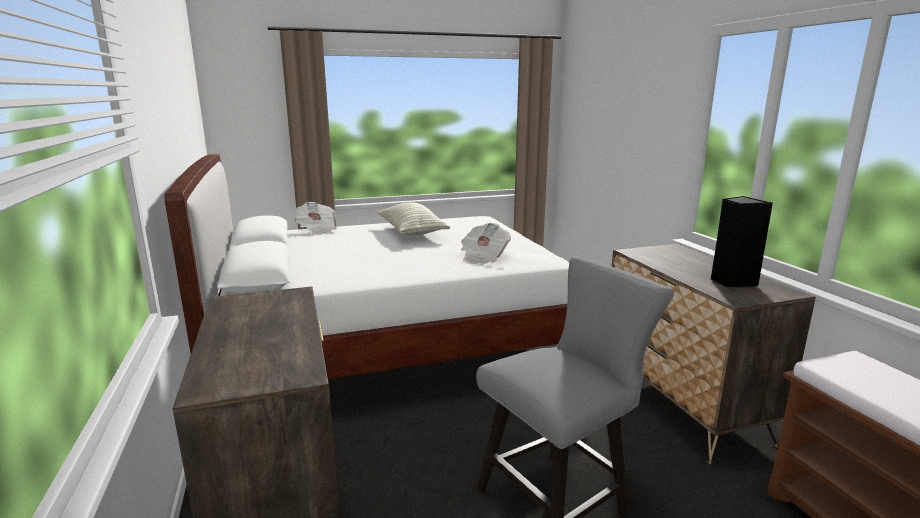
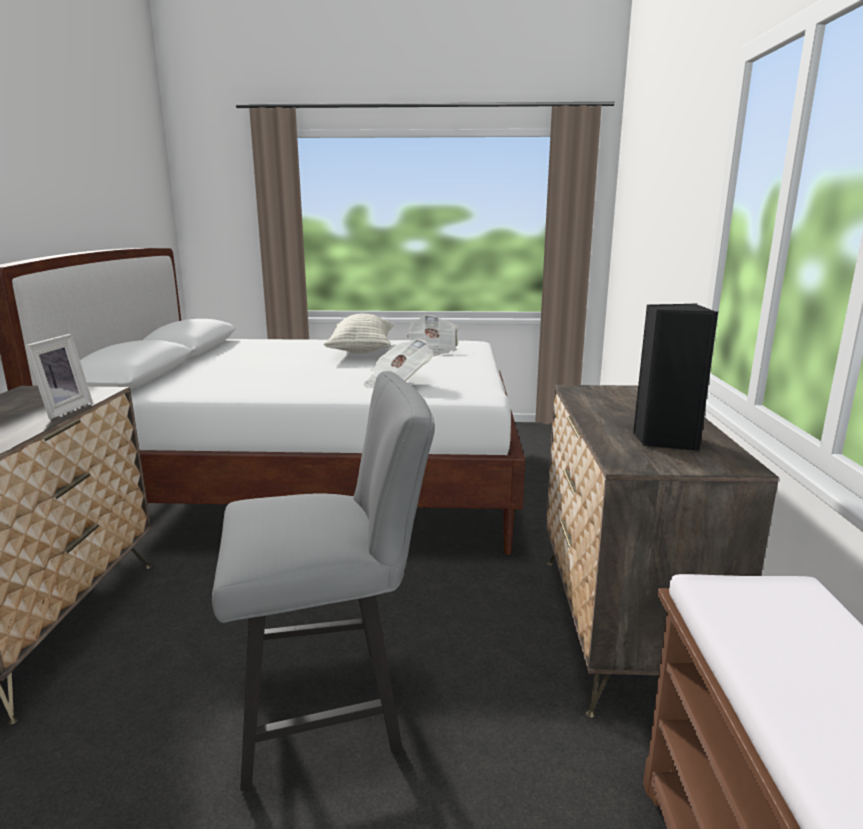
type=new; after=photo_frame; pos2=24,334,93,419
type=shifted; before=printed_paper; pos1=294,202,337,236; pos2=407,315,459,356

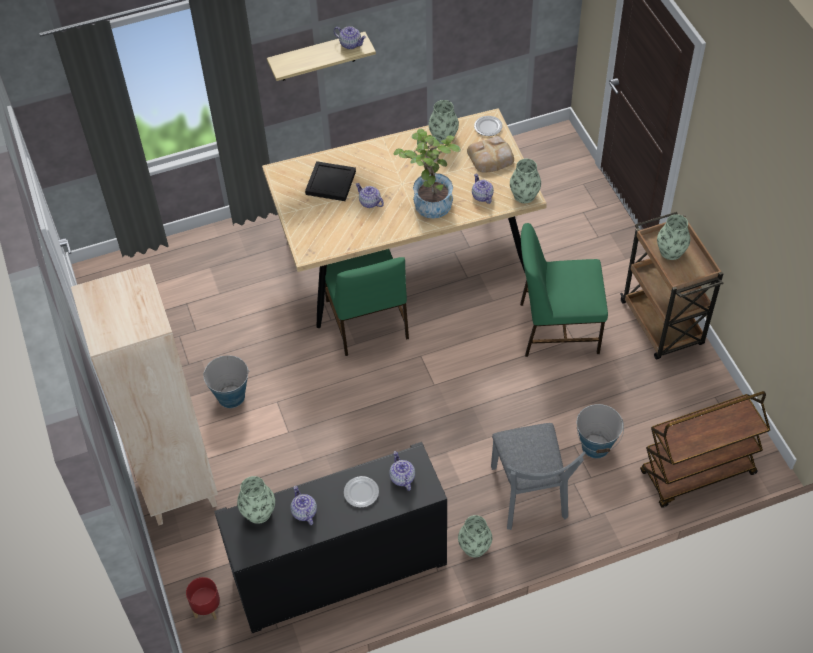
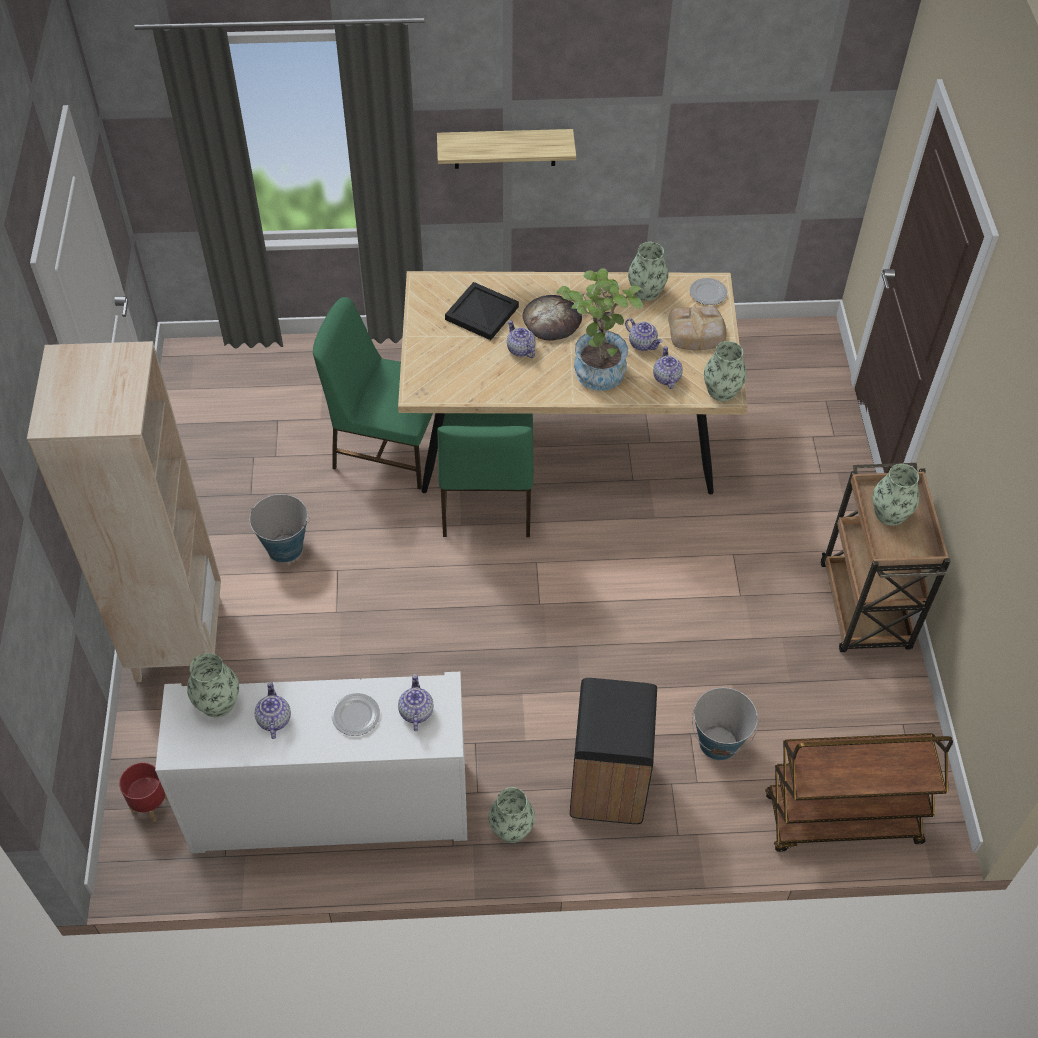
type=repainted; before=blackish_cupboard; after=whitish_cupboard; pos1=214,442,447,633; pos2=155,672,467,853
type=shifted; before=greenish_upright_chair; pos1=520,223,608,357; pos2=313,297,433,490
type=new; after=baked_bread; pos2=523,295,582,341
type=swapped; before=grey_upright_chair; after=blackish_waste_bin; pos1=491,423,586,530; pos2=570,678,657,824
type=shifted; before=tea_pot; pos1=334,26,366,49; pos2=625,318,663,351

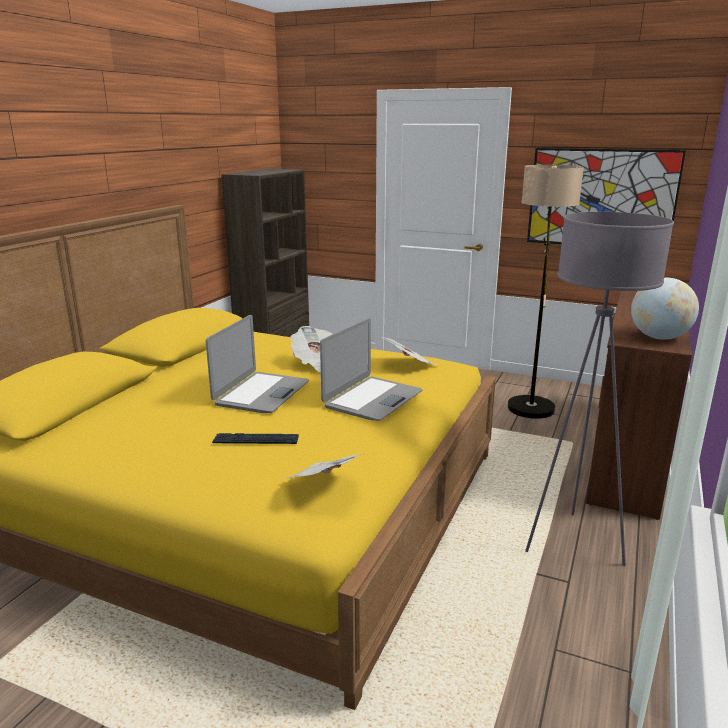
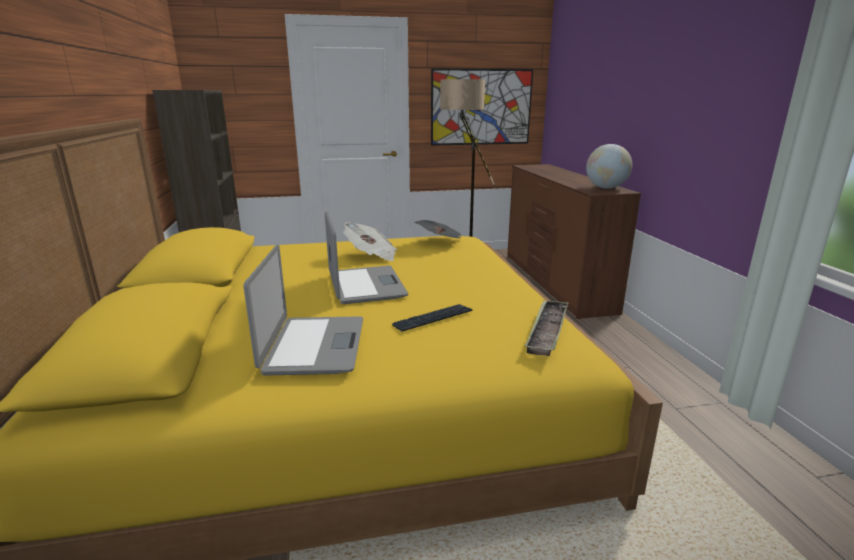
type=shifted; before=notebook_computer; pos1=320,318,423,421; pos2=243,245,363,376
type=swapped; before=printed_paper; after=serving_tray; pos1=283,453,362,479; pos2=525,301,568,356
type=gone; before=grey_floor_lamp; pos1=525,212,674,566

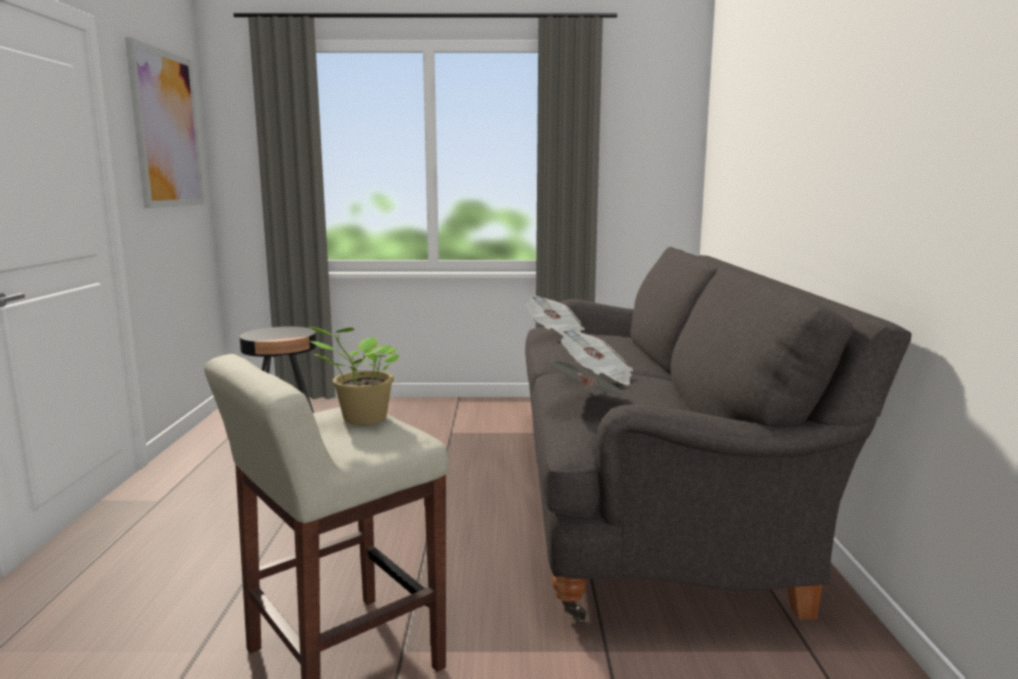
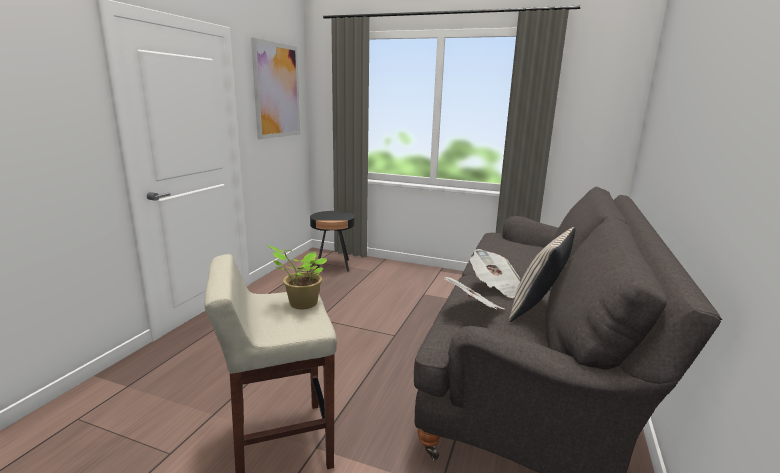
type=new; after=sand-coloured_pillow; pos2=509,227,575,322
type=gone; before=printed_paper; pos1=526,296,585,336

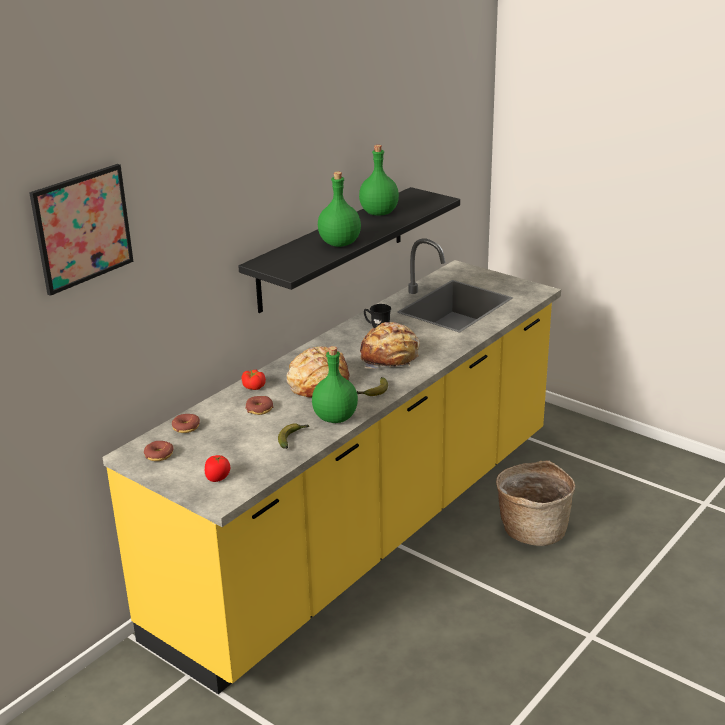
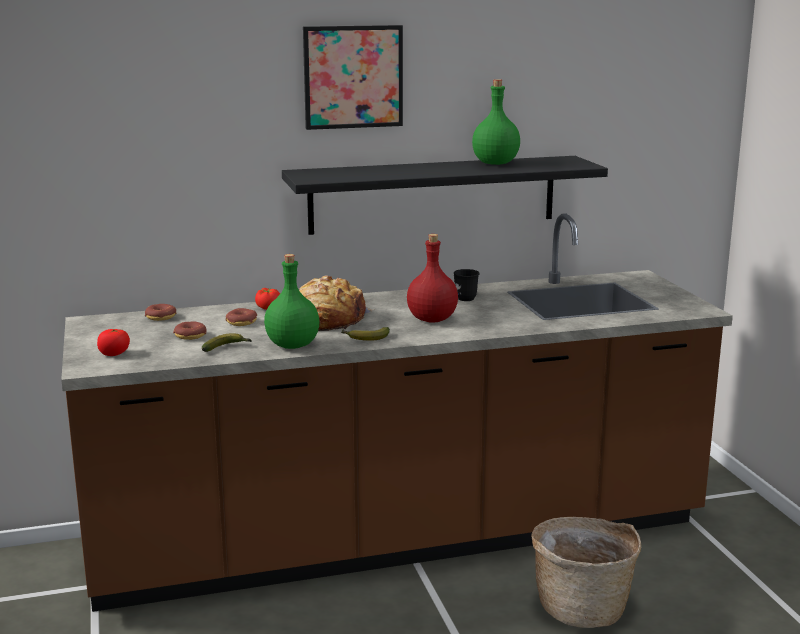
type=repainted; before=yellow-coloured_kitchen_counter; after=brownish_kitchen_counter; pos1=102,239,561,694; pos2=61,214,733,612
type=shifted; before=donut; pos1=144,441,174,461; pos2=173,322,207,340
type=shifted; before=wall_art; pos1=29,164,134,296; pos2=303,25,403,130
type=swapped; before=baked_bread; after=reddish_drink_bottle; pos1=360,322,420,369; pos2=407,234,458,322
type=gone; before=greenish_drink_bottle; pos1=318,172,361,247

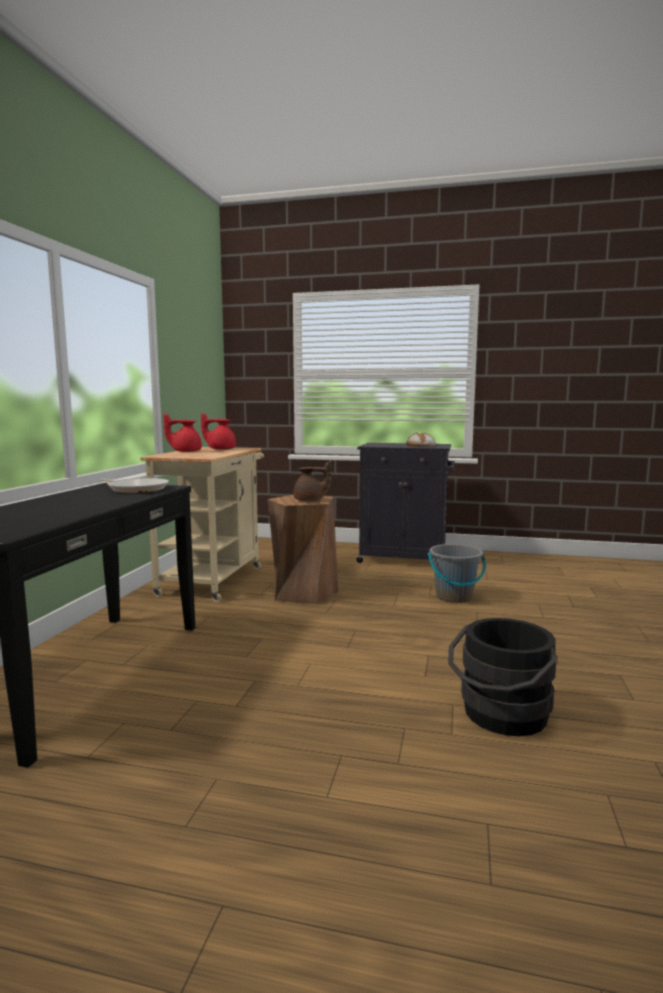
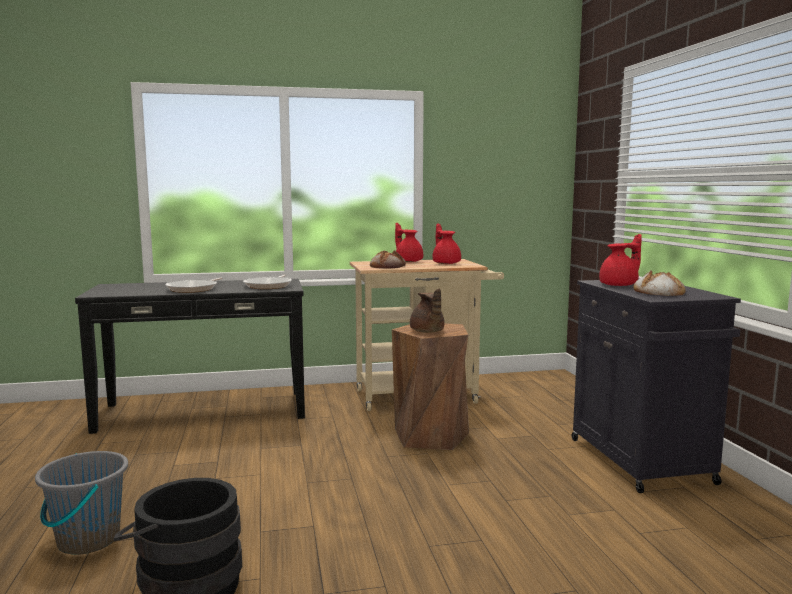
type=shifted; before=grey_water_bucket; pos1=428,544,486,603; pos2=35,451,128,555
type=new; after=pan; pos2=165,277,222,293
type=new; after=baked_bread; pos2=370,250,406,268
type=new; after=reddish_tea_pot; pos2=599,234,642,286

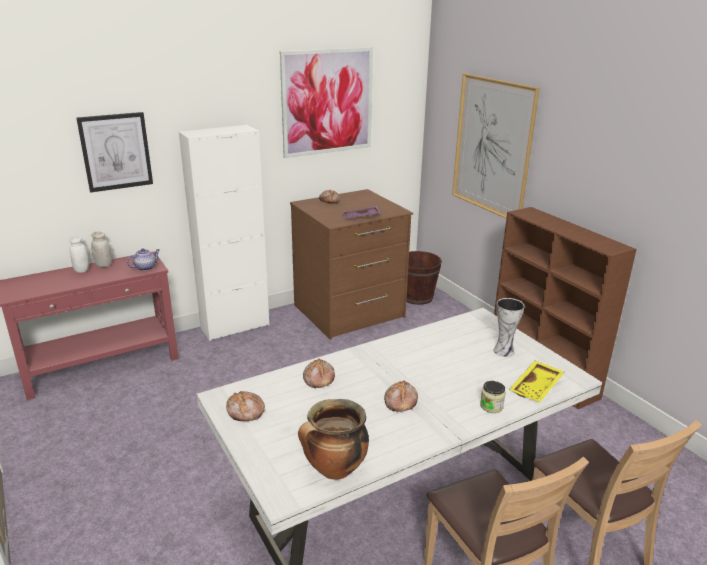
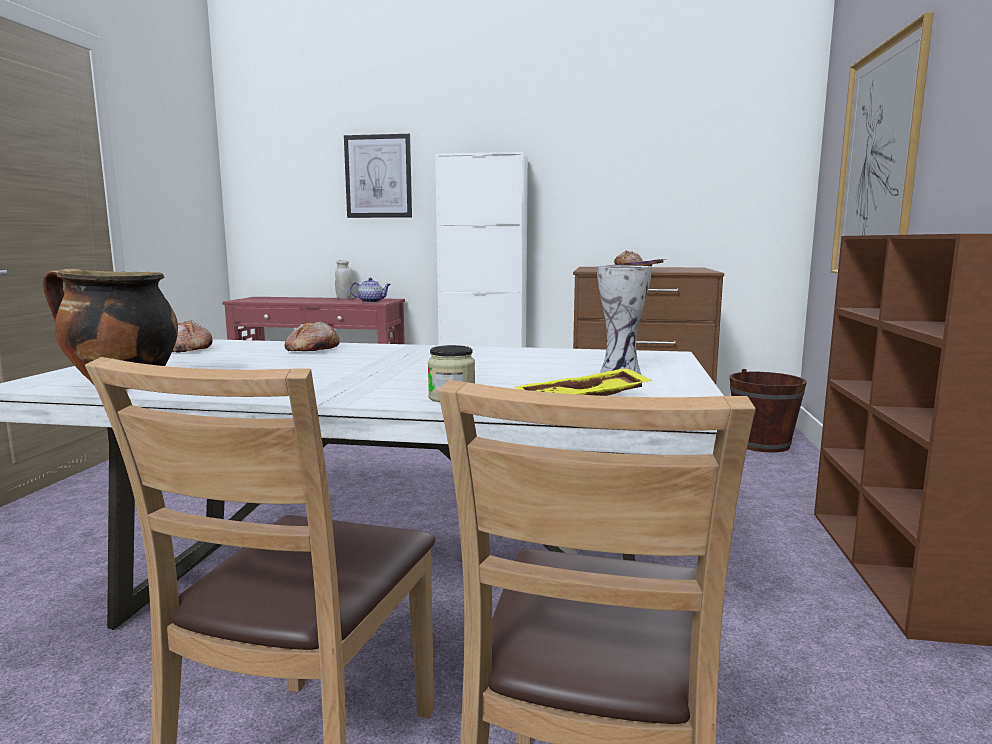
type=gone; before=whitish_jar; pos1=69,236,89,273
type=gone; before=wall_art; pos1=280,47,373,158
type=gone; before=baked_bread; pos1=384,381,418,412

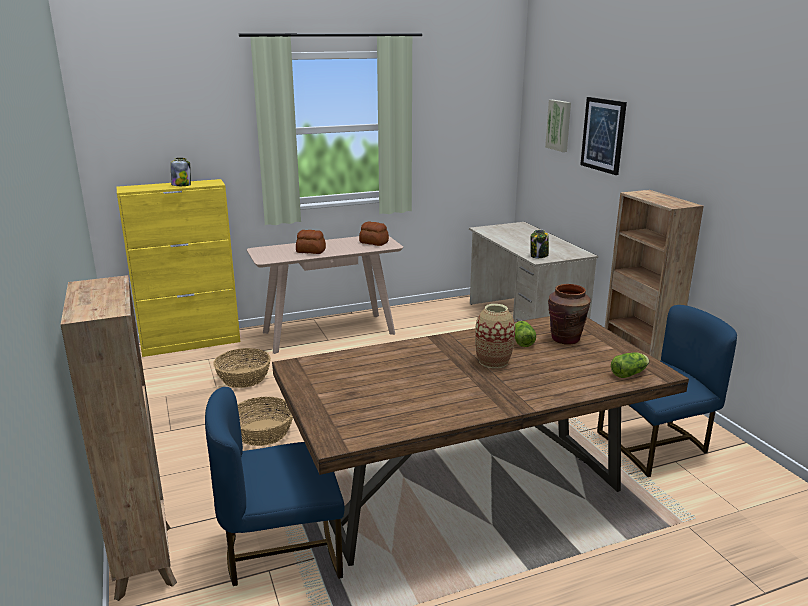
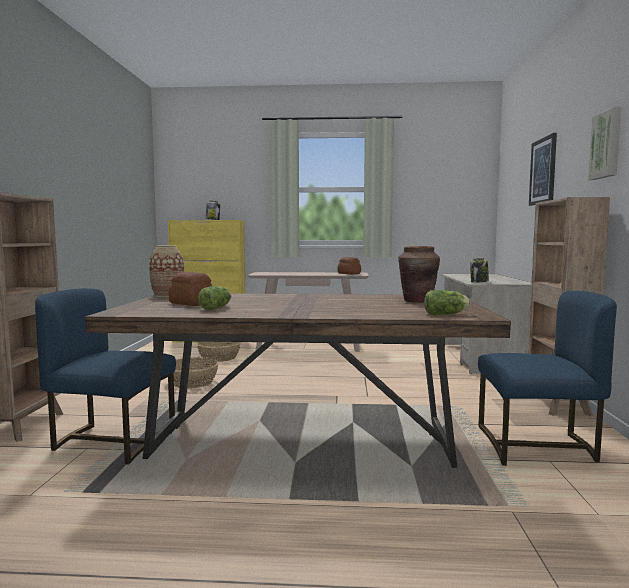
type=shifted; before=vase; pos1=475,304,515,368; pos2=149,246,184,297
type=shifted; before=baked_bread; pos1=296,230,326,254; pos2=169,272,212,306
type=shifted; before=lettuce_head; pos1=515,321,536,347; pos2=198,286,231,310
type=shifted; before=wall_art; pos1=545,100,571,152; pos2=588,106,621,180

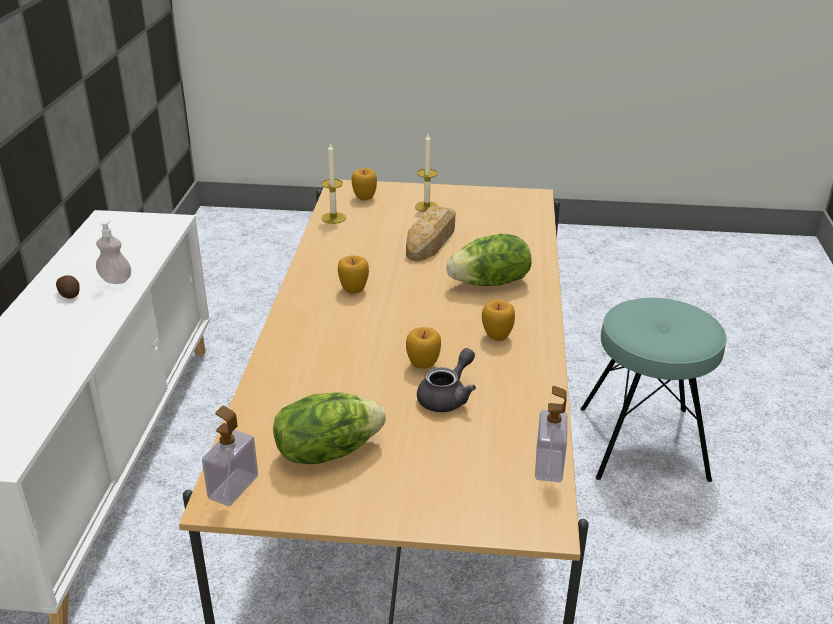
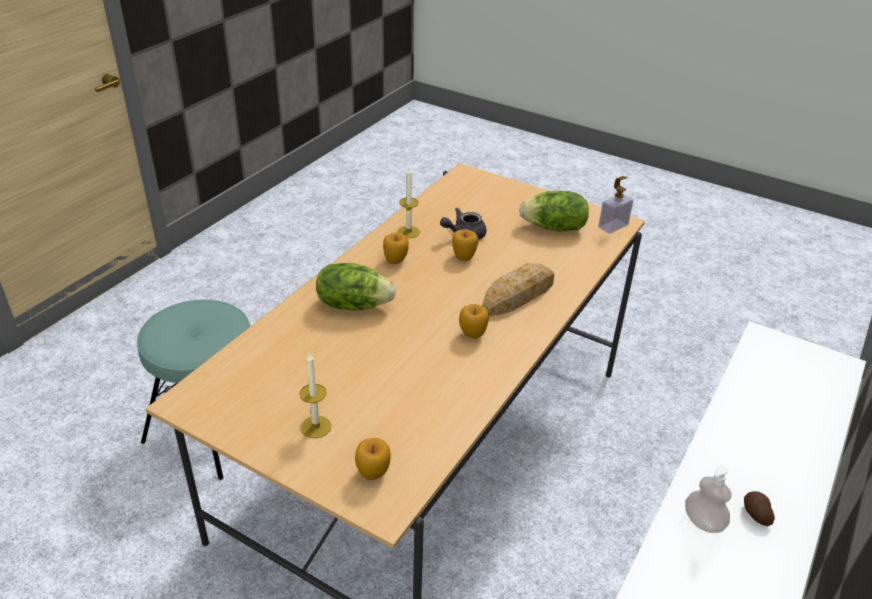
type=shifted; before=wax_candle; pos1=322,142,346,224; pos2=397,168,420,238
type=shifted; before=baked_bread; pos1=406,206,455,262; pos2=482,263,555,316
type=gone; before=soap_bottle; pos1=535,386,567,482

